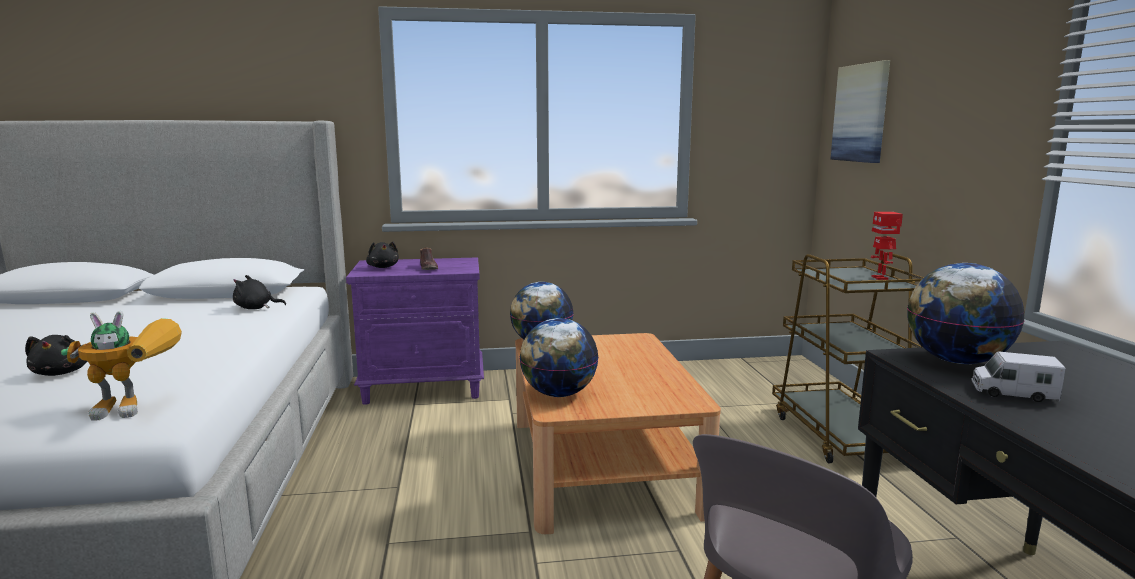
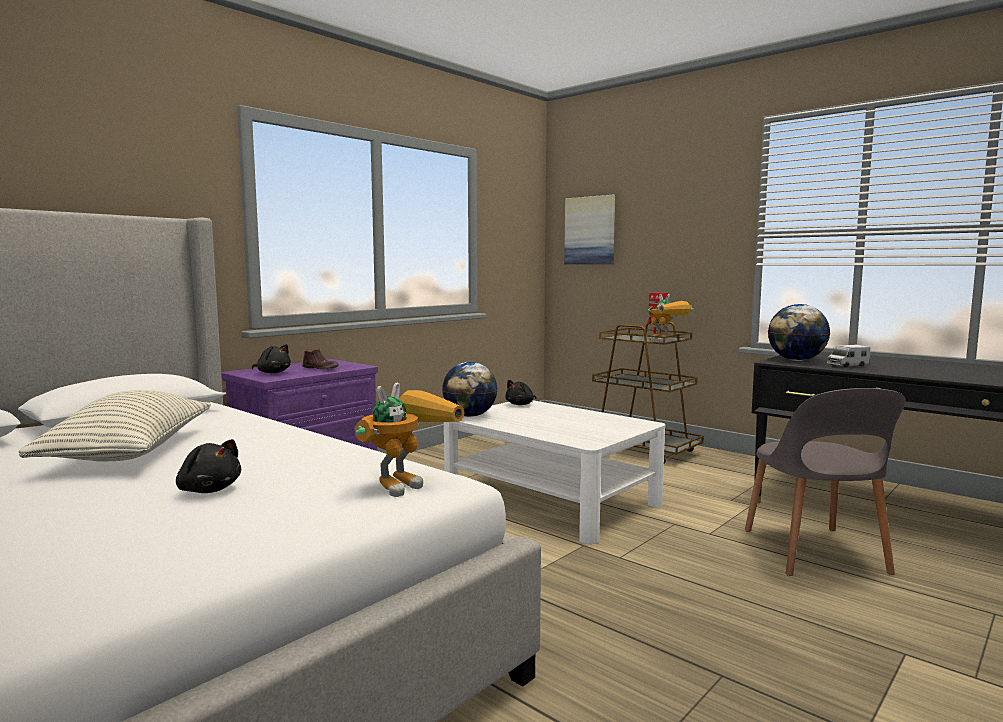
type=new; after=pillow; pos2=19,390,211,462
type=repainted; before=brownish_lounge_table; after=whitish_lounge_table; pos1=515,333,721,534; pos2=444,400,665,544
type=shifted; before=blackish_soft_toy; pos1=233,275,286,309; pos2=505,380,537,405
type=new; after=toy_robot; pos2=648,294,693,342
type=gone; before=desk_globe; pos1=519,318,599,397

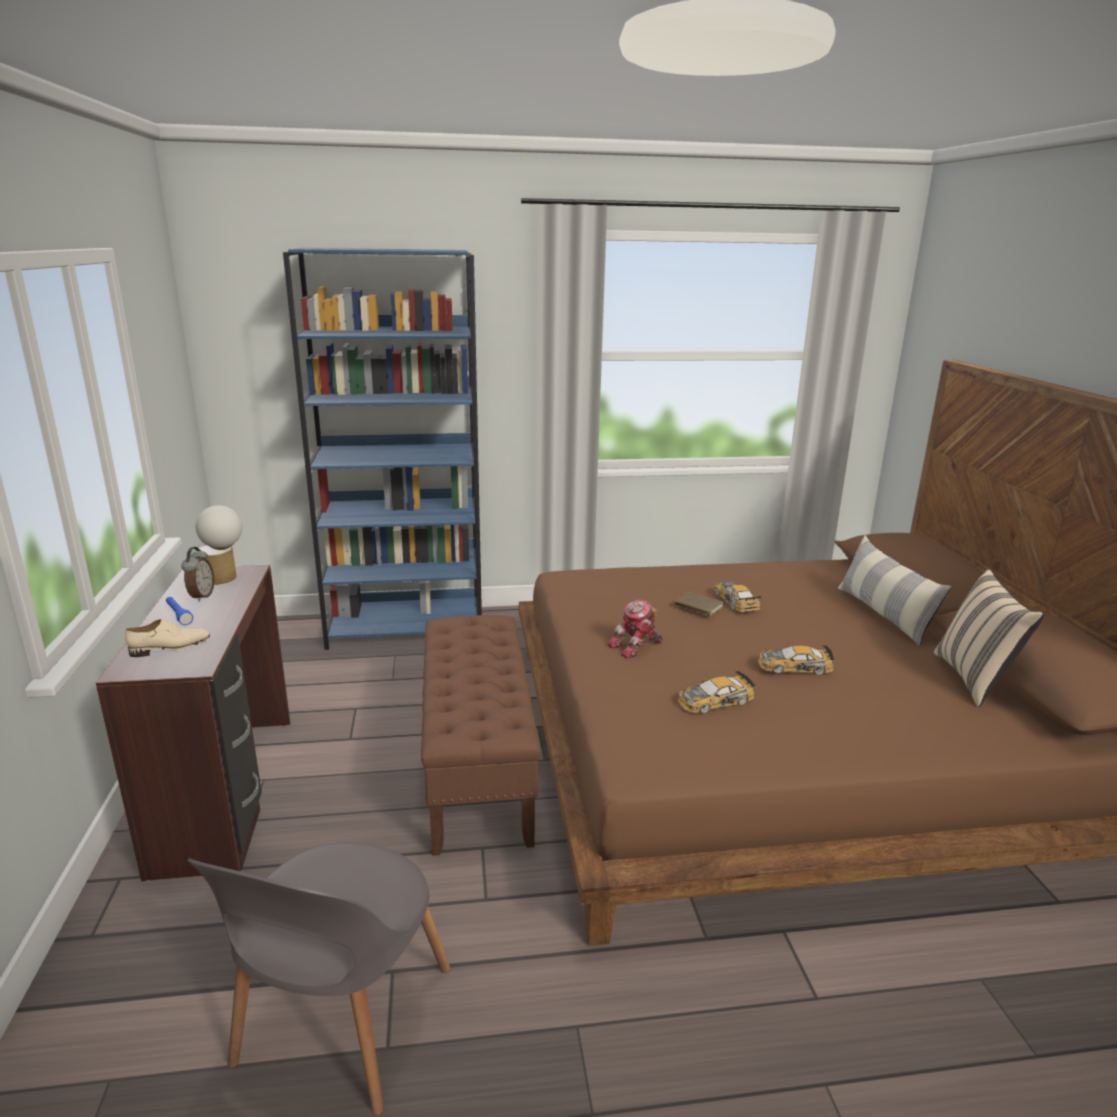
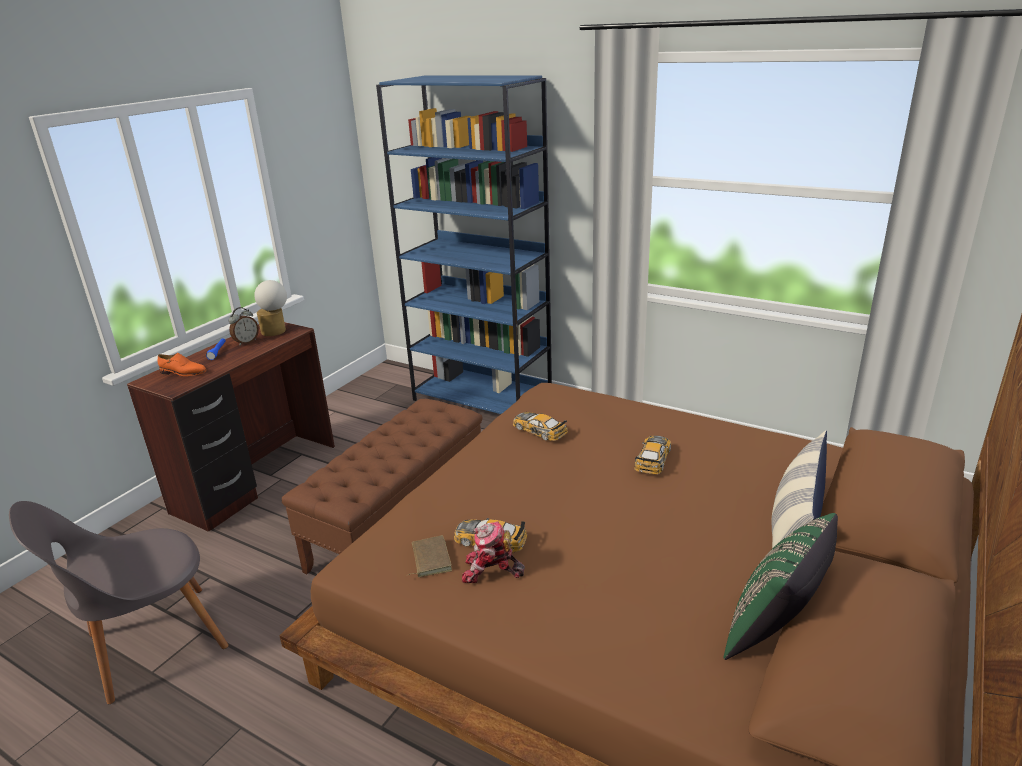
type=repainted; before=sand-coloured_shoe; after=orange_shoe; pos1=125,619,210,657; pos2=158,353,206,376
type=shifted; before=brownish_book; pos1=675,592,723,616; pos2=406,535,452,577
type=shifted; before=toy_robot; pos1=607,600,662,659; pos2=462,521,525,583
type=shifted; before=miniature_car; pos1=758,645,834,675; pos2=513,412,568,441
type=repainted; before=sand-coloured_pillow; after=greenish_pillow; pos1=934,569,1044,707; pos2=723,513,838,660

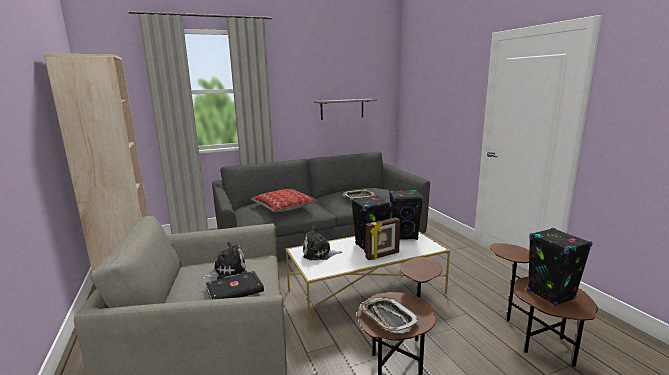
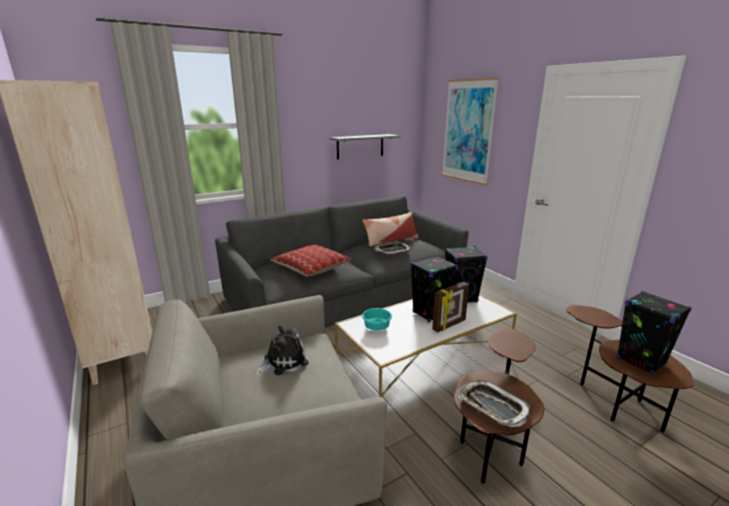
type=new; after=pillow; pos2=362,212,419,246
type=swapped; before=soft_toy; after=blue-green_deep_dish; pos1=303,226,342,260; pos2=362,308,392,331
type=new; after=wall_art; pos2=442,77,499,185
type=gone; before=blackish_book; pos1=206,271,264,300

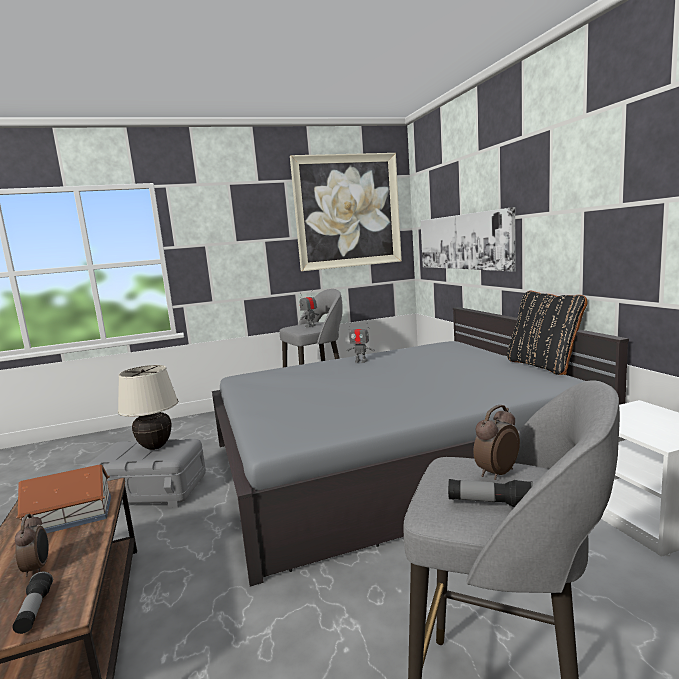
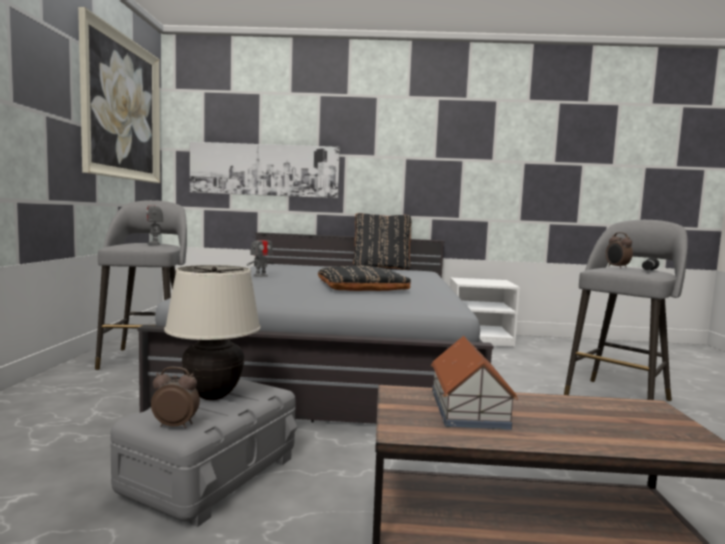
type=shifted; before=table_clock; pos1=15,514,48,577; pos2=151,366,200,428
type=new; after=blackish_pillow; pos2=318,266,411,291
type=gone; before=hand_torch; pos1=12,572,53,634

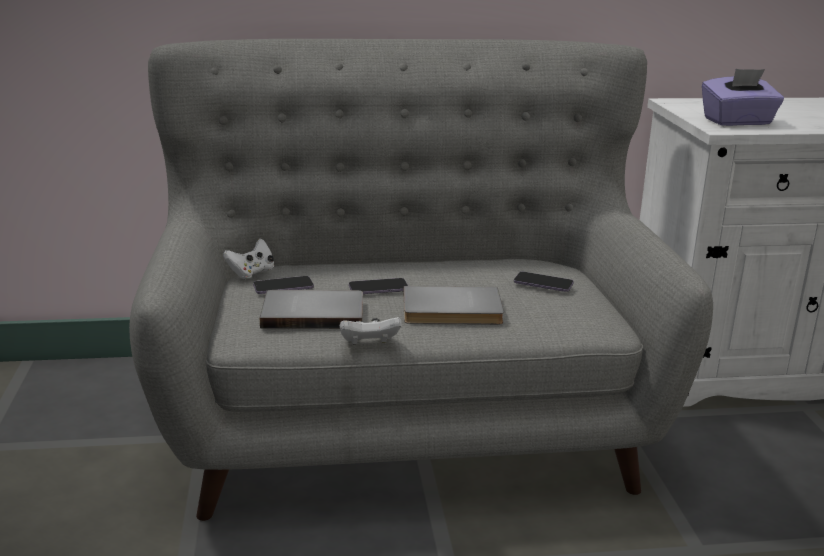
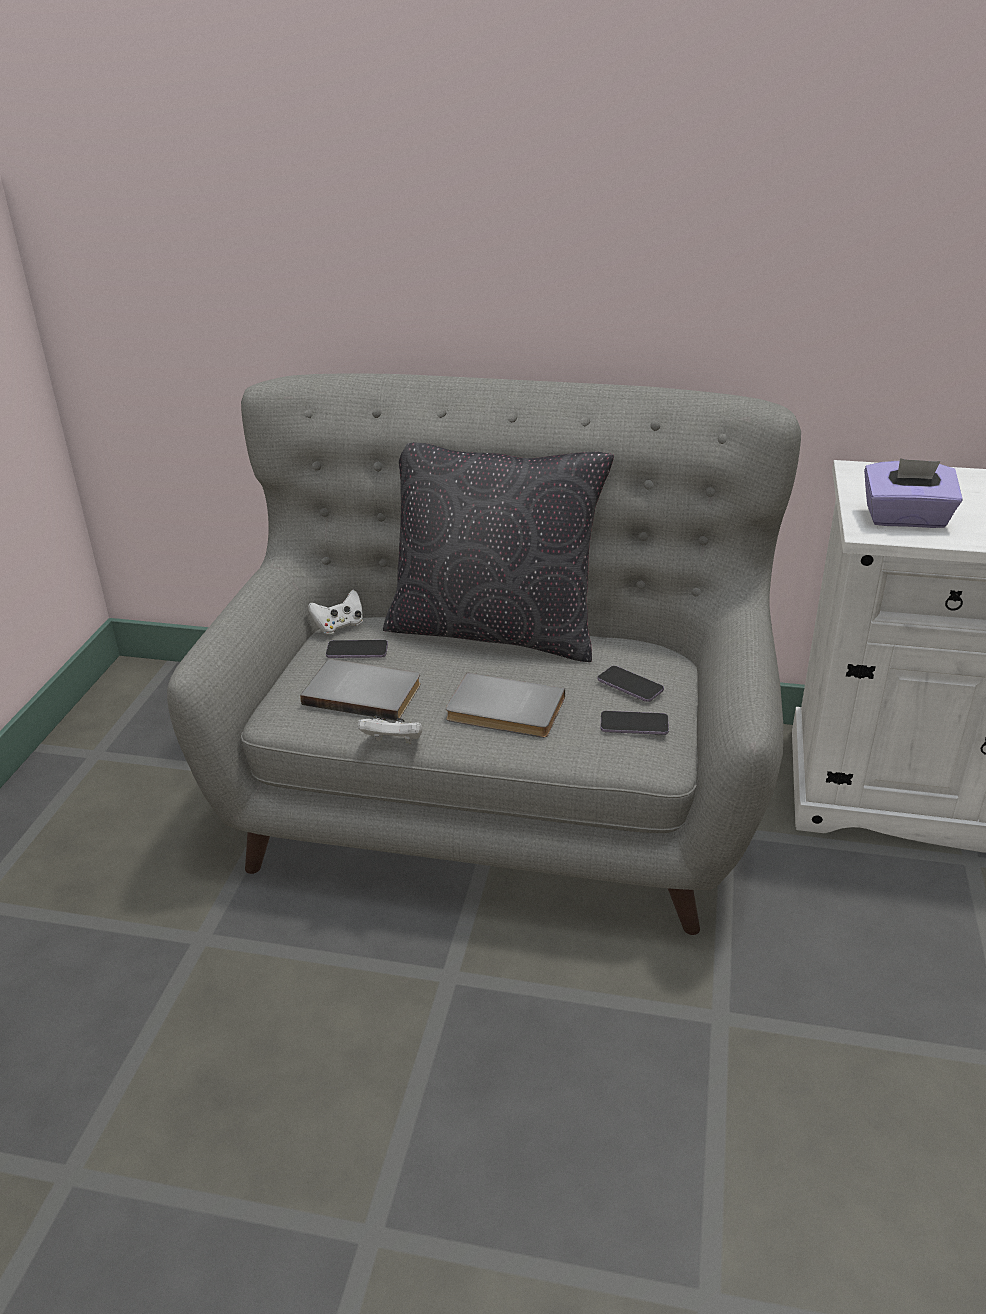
type=new; after=blackish_pillow; pos2=383,442,614,662
type=shifted; before=phone; pos1=349,278,408,294; pos2=601,711,669,735

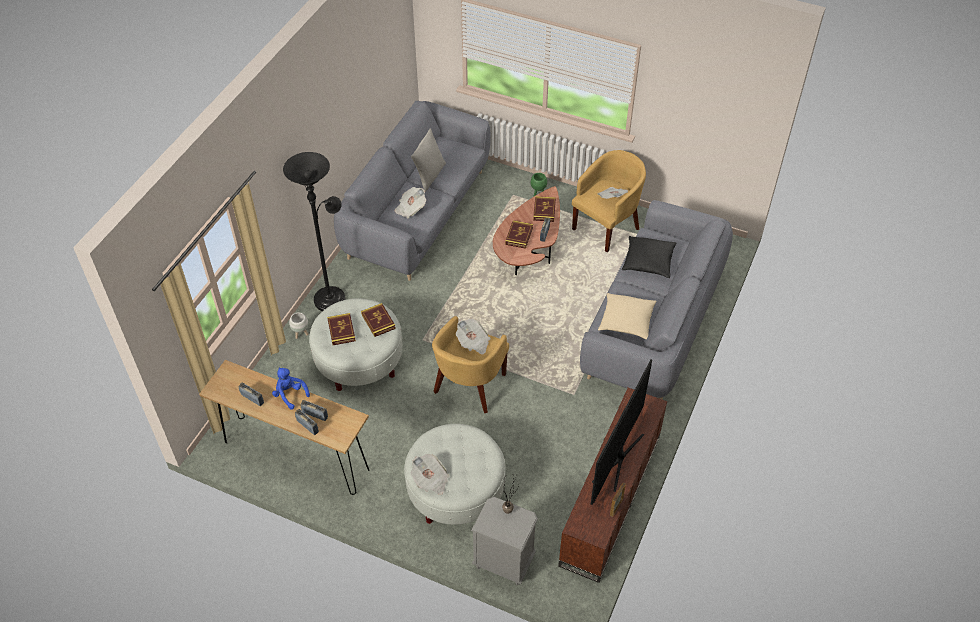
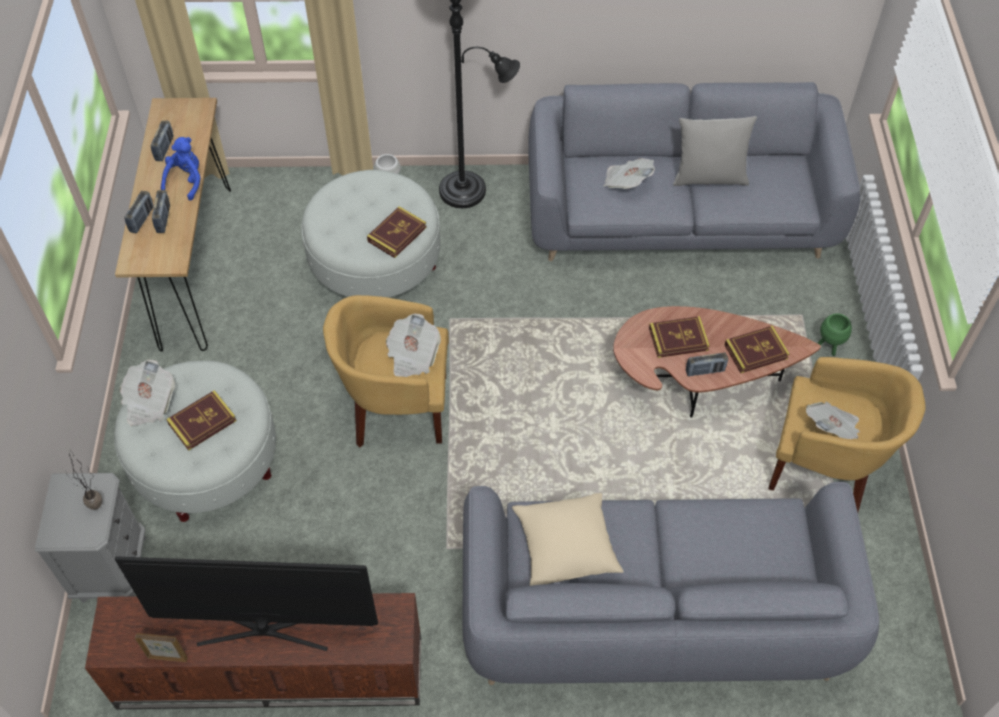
type=shifted; before=book; pos1=327,313,356,345; pos2=166,390,237,451
type=gone; before=blackish_pillow; pos1=622,236,676,278

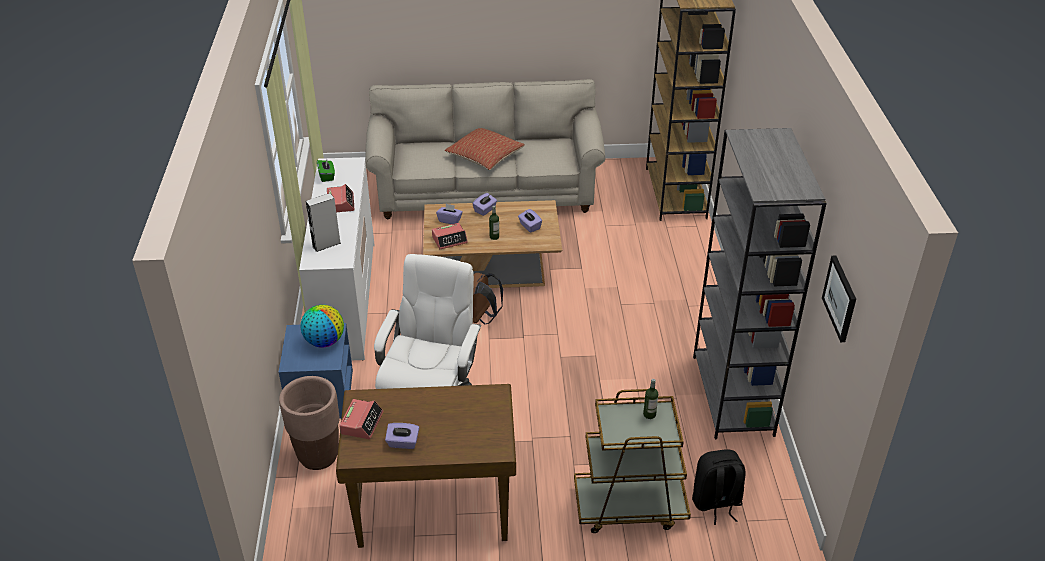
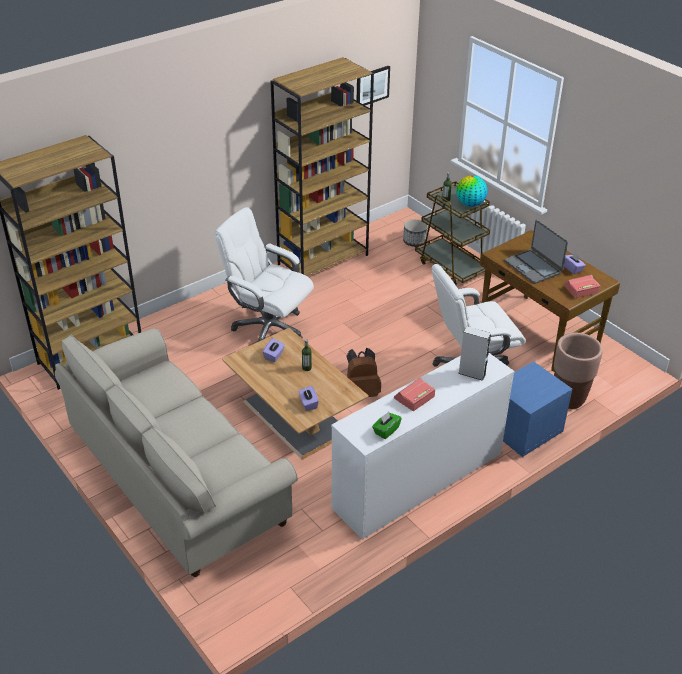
type=new; after=whitish_office_chair; pos2=215,207,314,342
type=repainted; before=grey_bookcase; after=brownish_bookcase; pos1=693,128,827,439; pos2=271,57,374,276
type=swapped; before=blackish_rucksack; after=flower_pot; pos1=692,449,746,525; pos2=403,219,428,247
type=shifted; before=desk_globe; pos1=301,305,344,347; pos2=456,175,488,207
type=new; after=notebook_computer; pos2=504,220,568,284
type=gone; before=table_clock; pos1=432,223,468,249
type=gone; before=pillow; pos1=445,128,525,170
type=gone; before=purplish_tissue_box; pos1=472,193,497,216

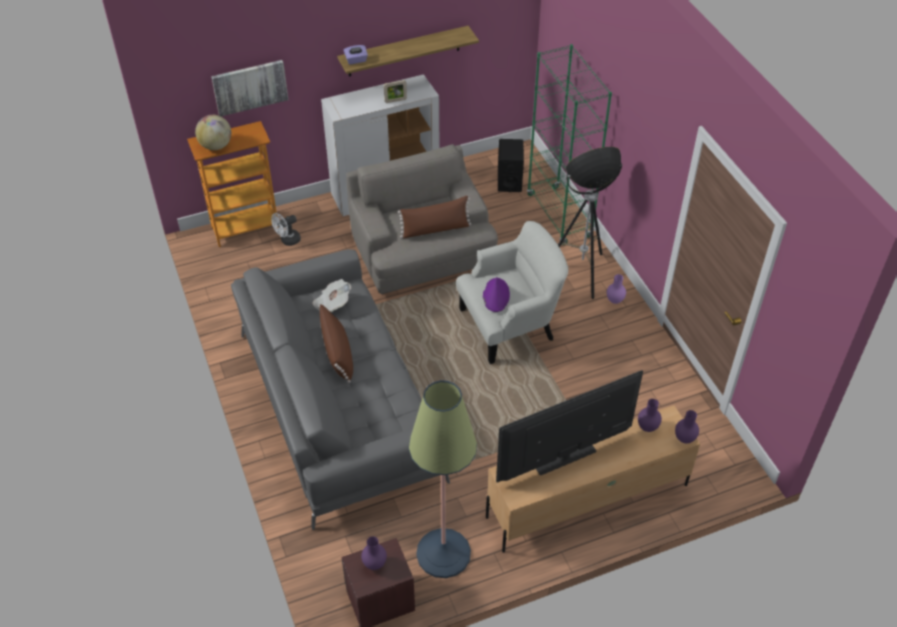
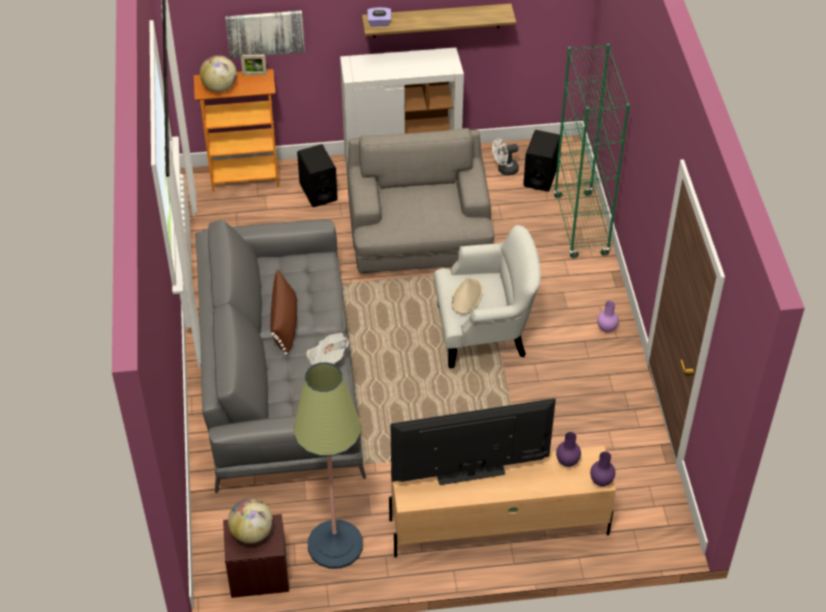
type=swapped; before=purplish_vase; after=desk_globe; pos1=361,536,387,570; pos2=228,499,273,544
type=shifted; before=photo_frame; pos1=384,80,407,103; pos2=241,54,267,75
type=new; after=blackish_speaker; pos2=297,144,338,207
type=shifted; before=printed_paper; pos1=312,279,351,312; pos2=306,333,349,365
type=repainted; before=purplish_wearable_hat; after=sand-coloured_wearable_hat; pos1=483,277,510,312; pos2=452,278,483,314
type=shifted; before=whitish_cooling_fan; pos1=271,213,301,246; pos2=492,138,519,176
type=gone; before=brownish_pillow; pos1=398,196,471,238
type=gone; before=floor_lamp; pos1=558,147,622,299

